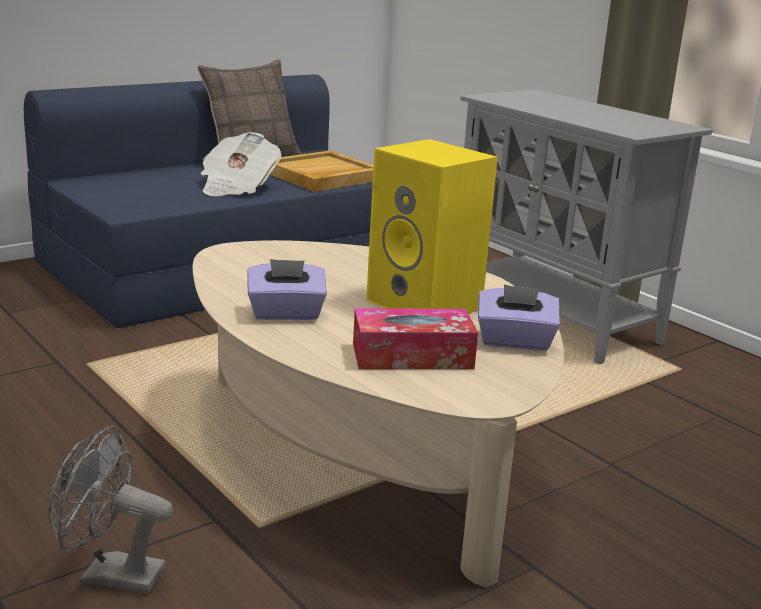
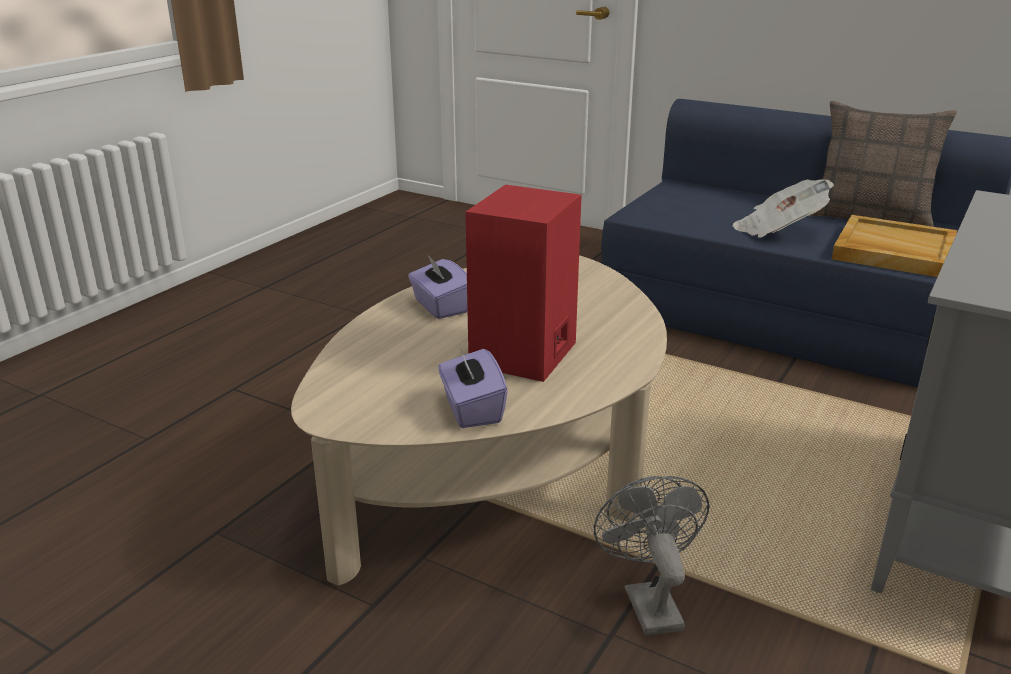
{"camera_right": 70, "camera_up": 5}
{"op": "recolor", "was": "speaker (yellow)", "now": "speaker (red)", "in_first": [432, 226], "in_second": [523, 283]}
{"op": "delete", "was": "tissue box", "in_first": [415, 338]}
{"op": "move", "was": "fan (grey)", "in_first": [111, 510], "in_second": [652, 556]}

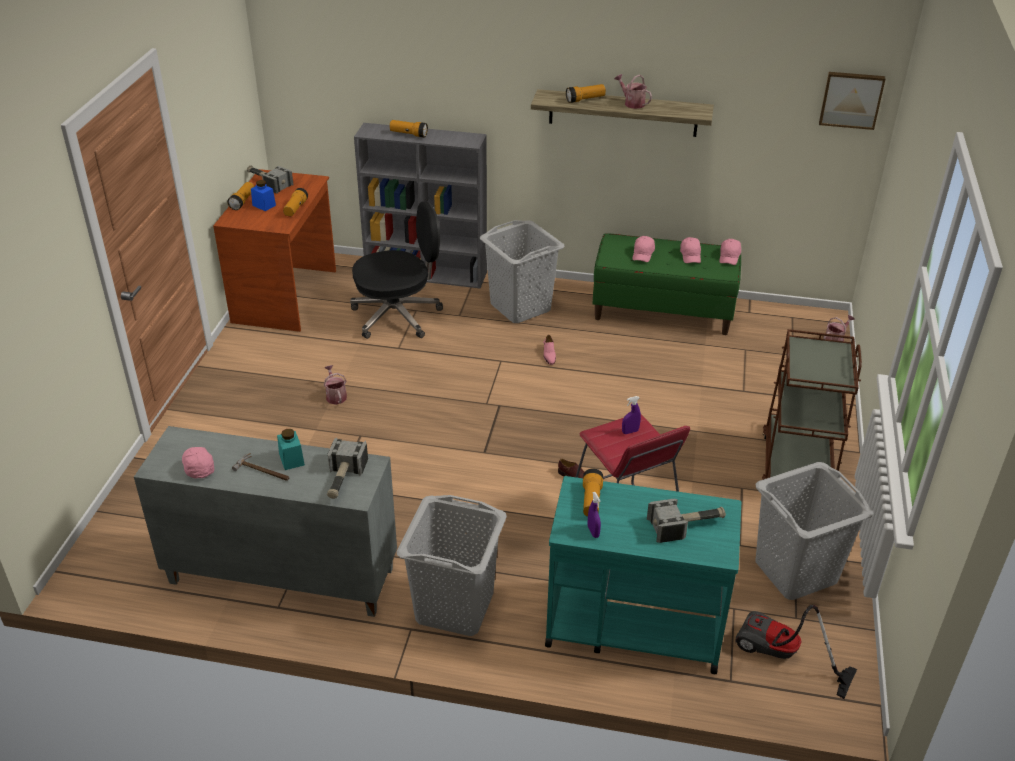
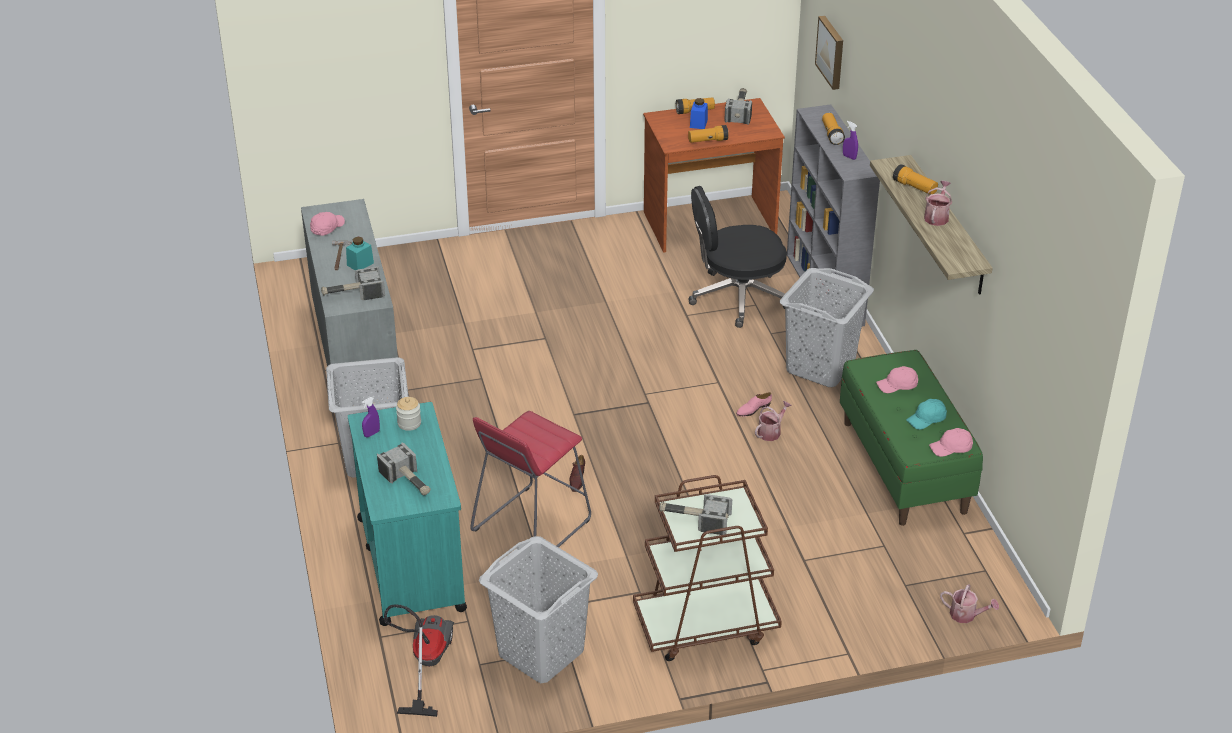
{"camera_right": 65, "camera_up": 0}
{"op": "move", "was": "picture", "in_first": [852, 101], "in_second": [829, 52]}
{"op": "rotate", "was": "office chair (black)", "in_first": [396, 270], "in_second": [738, 257], "clockwise": 120}
{"op": "recolor", "was": "cap (pink)", "now": "cap (turquoise)", "in_first": [690, 250], "in_second": [926, 414]}
{"op": "move", "was": "watering can", "in_first": [335, 385], "in_second": [773, 421]}
{"op": "move", "was": "spray bottle (purple)", "in_first": [631, 415], "in_second": [850, 140]}
{"op": "replace", "was": "flashlight", "now": "jar", "in_first": [593, 492], "in_second": [408, 414]}
{"op": "insert", "now": "hammer", "in_second": [695, 514]}

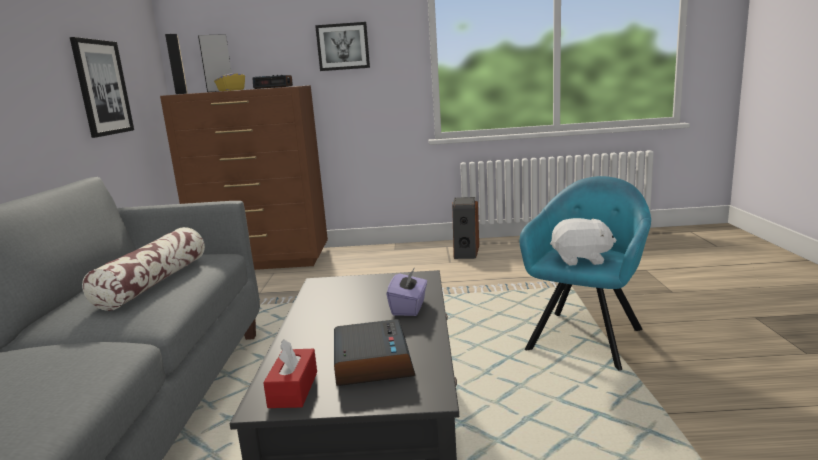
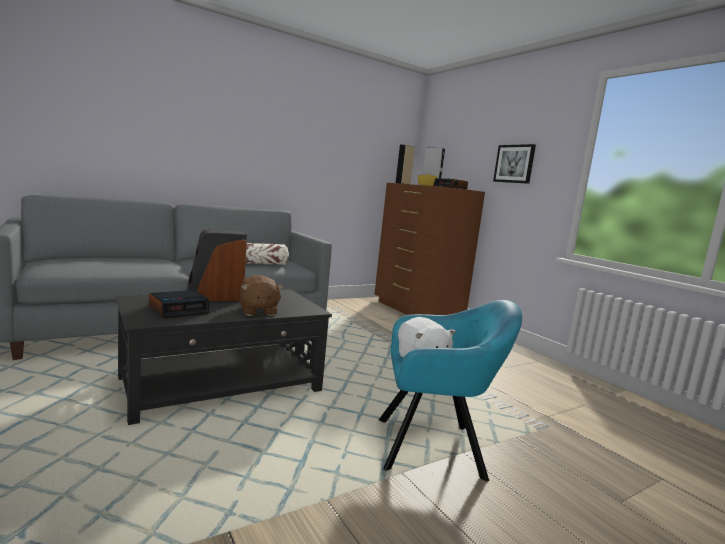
{"camera_right": 55, "camera_up": -5}
{"op": "delete", "was": "picture", "in_first": [102, 87]}
{"op": "move", "was": "speaker", "in_first": [465, 228], "in_second": [217, 265]}
{"op": "replace", "was": "tissue box (purple)", "now": "plush toy (brown)", "in_first": [406, 291], "in_second": [261, 295]}
{"op": "delete", "was": "tissue box (red)", "in_first": [290, 373]}

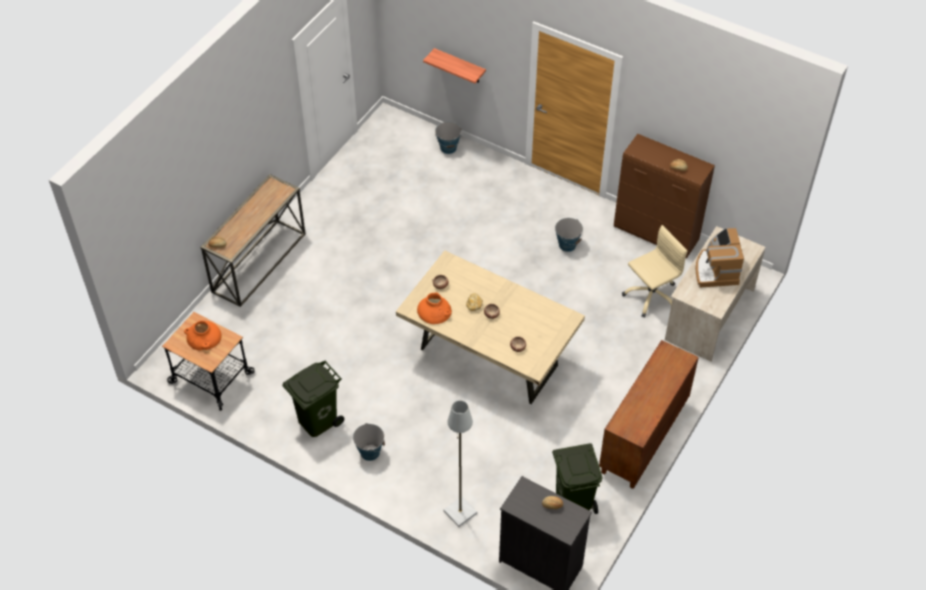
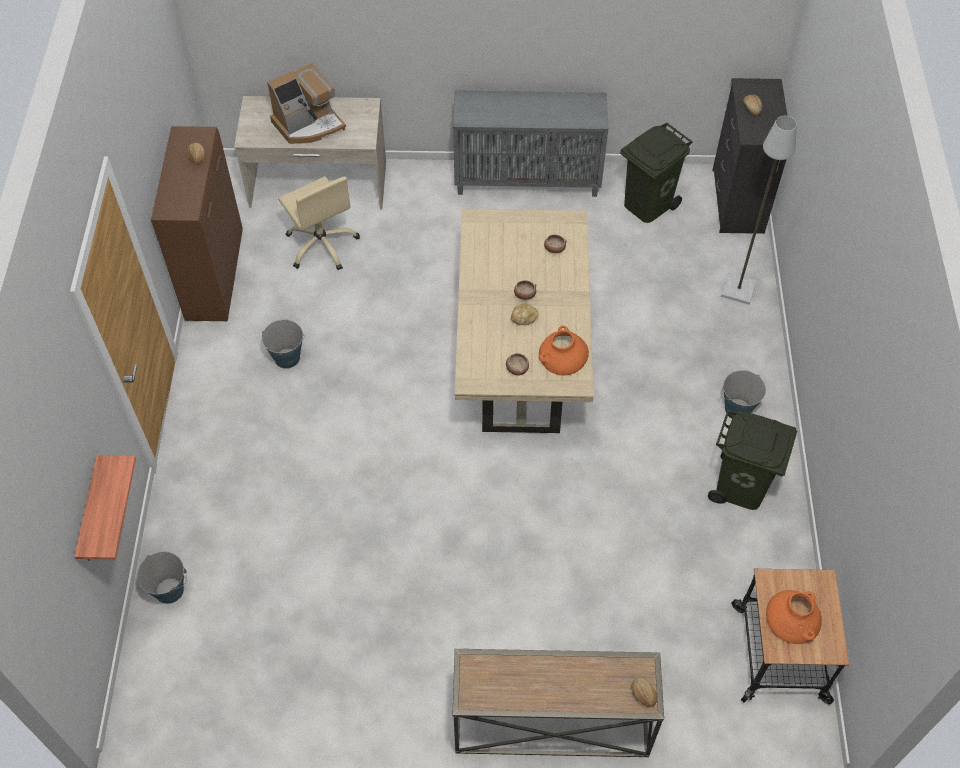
{"camera_right": -120, "camera_up": 5}
{"op": "rotate", "was": "office chair (beige)", "in_first": [655, 271], "in_second": [319, 223], "clockwise": -150}
{"op": "recolor", "was": "cabinet (brown)", "now": "cabinet (grey)", "in_first": [649, 414], "in_second": [530, 143]}

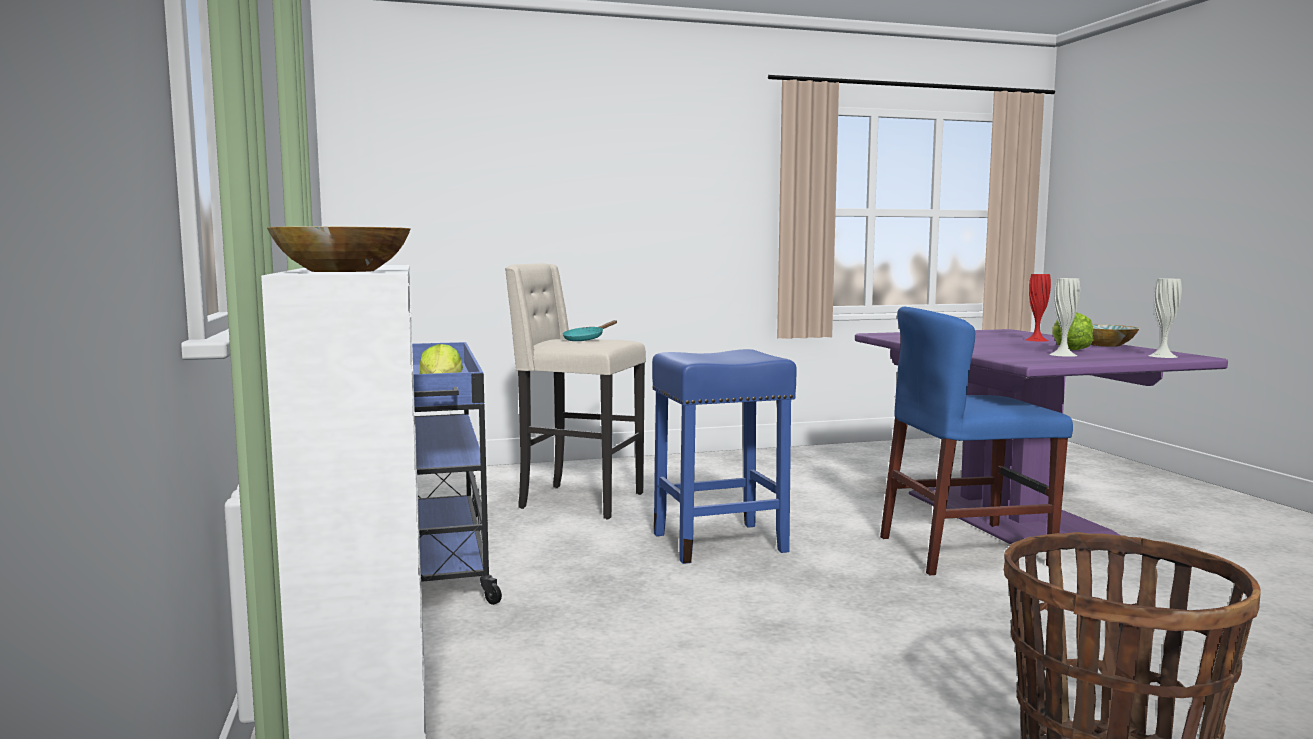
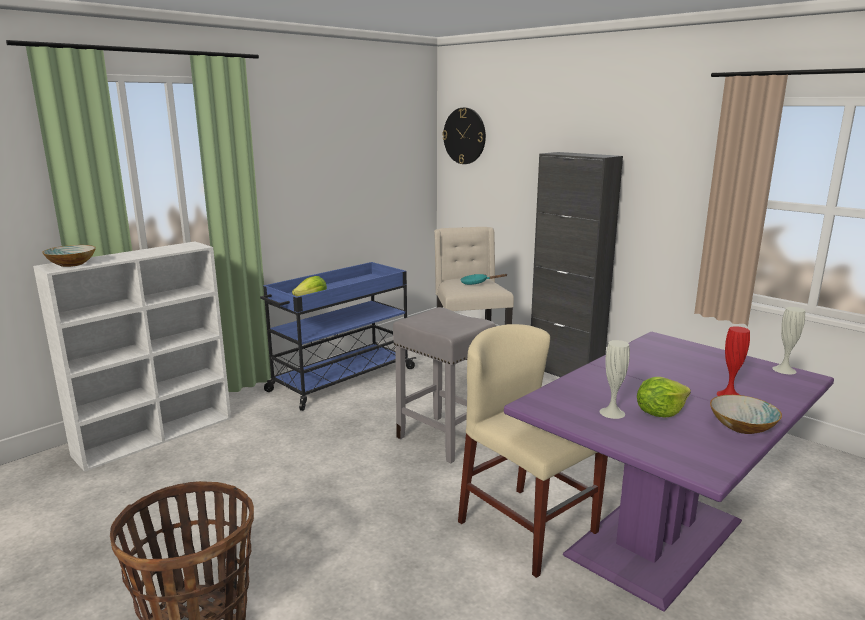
{"camera_right": 60, "camera_up": 10}
{"op": "move", "was": "vase (white)", "in_first": [1165, 318], "in_second": [788, 340]}
{"op": "recolor", "was": "chair (blue)", "now": "chair (beige)", "in_first": [976, 441], "in_second": [533, 451]}
{"op": "recolor", "was": "stool (blue)", "now": "stool (grey)", "in_first": [724, 456], "in_second": [444, 385]}
{"op": "insert", "now": "wall clock", "in_second": [464, 136]}
{"op": "insert", "now": "cabinet (black)", "in_second": [577, 264]}

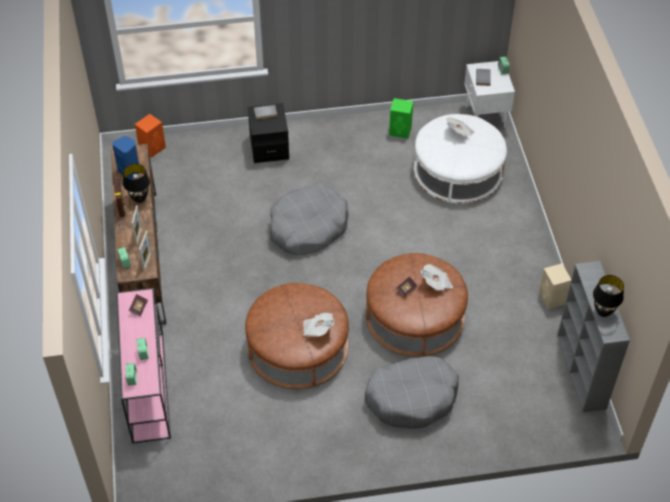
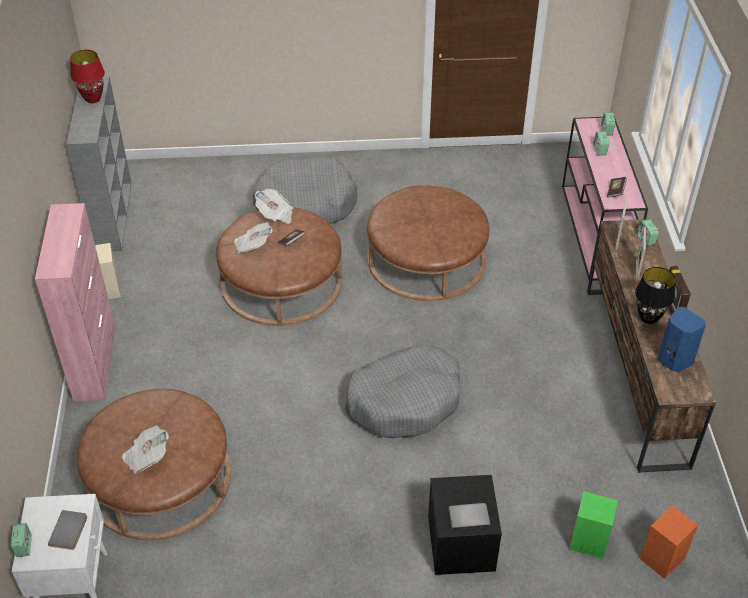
{"camera_right": -175, "camera_up": -5}
{"op": "move", "was": "speaker (green)", "in_first": [401, 118], "in_second": [593, 525]}
{"op": "recolor", "was": "ottoman (white)", "now": "ottoman (brown)", "in_first": [460, 159], "in_second": [154, 464]}
{"op": "recolor", "was": "table lamp (black)", "now": "table lamp (red)", "in_first": [608, 296], "in_second": [87, 76]}
{"op": "move", "was": "newspaper", "in_first": [318, 324], "in_second": [274, 206]}
{"op": "insert", "now": "cabinet (pink)", "in_second": [75, 302]}

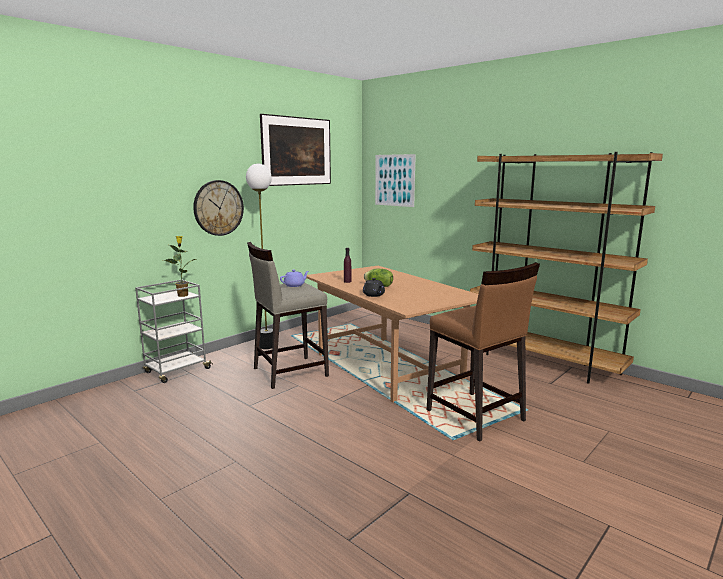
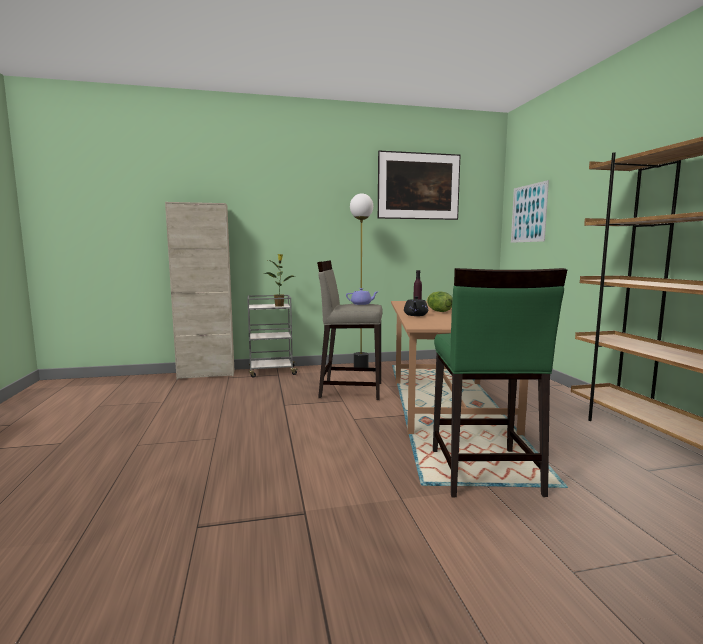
{"camera_right": 35, "camera_up": -5}
{"op": "delete", "was": "wall clock", "in_first": [218, 208]}
{"op": "recolor", "was": "stool (brown)", "now": "stool (green)", "in_first": [483, 352], "in_second": [500, 382]}
{"op": "insert", "now": "cabinet (beige)", "in_second": [199, 290]}

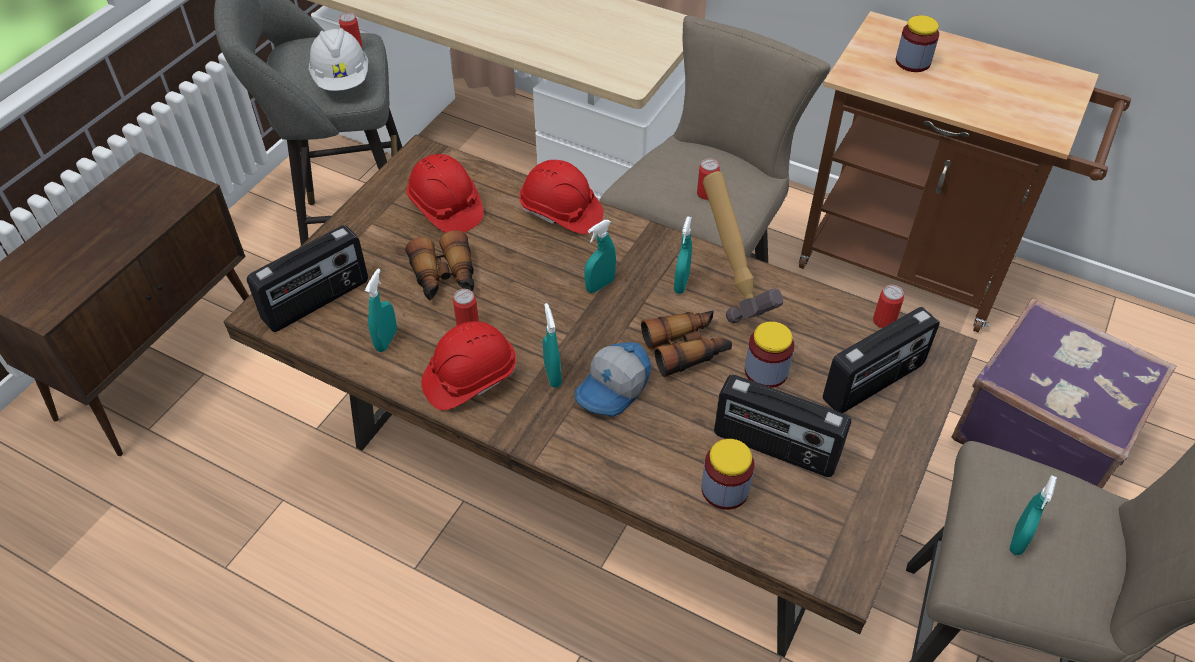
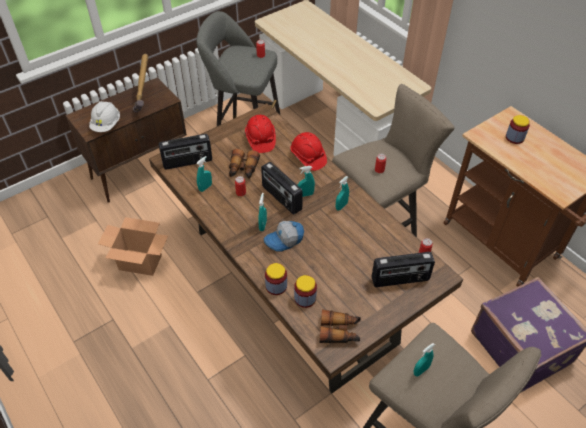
{"camera_right": 25, "camera_up": 0}
{"op": "move", "was": "hard hat (white)", "in_first": [338, 59], "in_second": [104, 116]}
{"op": "move", "was": "hammer", "in_first": [743, 247], "in_second": [141, 83]}
{"op": "move", "was": "binoculars", "in_first": [686, 344], "in_second": [340, 326]}
{"op": "delete", "was": "hard hat (red)", "in_first": [468, 365]}
{"op": "move", "was": "jar", "in_first": [770, 354], "in_second": [276, 279]}
{"op": "move", "was": "radio", "in_first": [782, 425], "in_second": [282, 188]}
{"op": "insert", "now": "cardboard box", "in_second": [133, 246]}

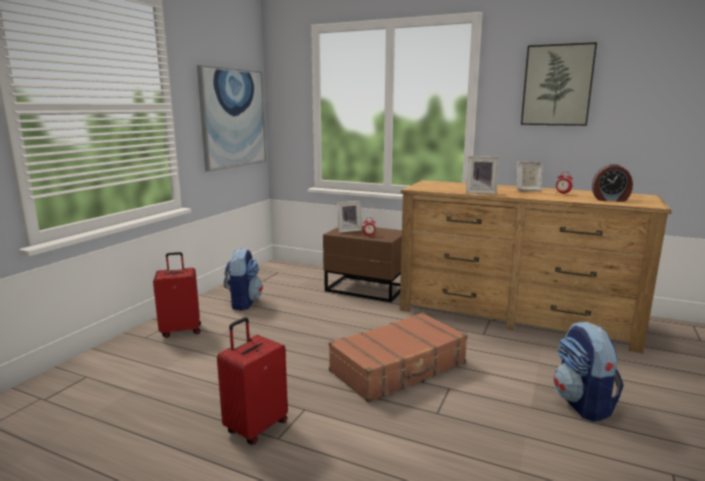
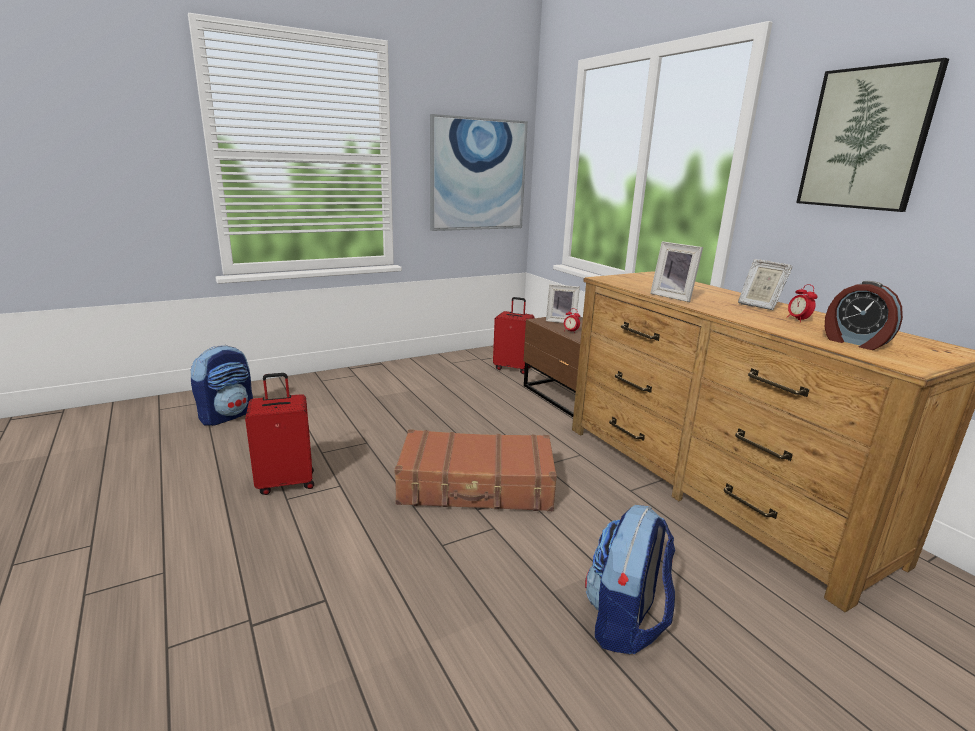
{"camera_right": 35, "camera_up": 5}
{"op": "move", "was": "backpack", "in_first": [243, 279], "in_second": [222, 385]}
{"op": "move", "was": "suitcase (red)", "in_first": [177, 295], "in_second": [513, 335]}

